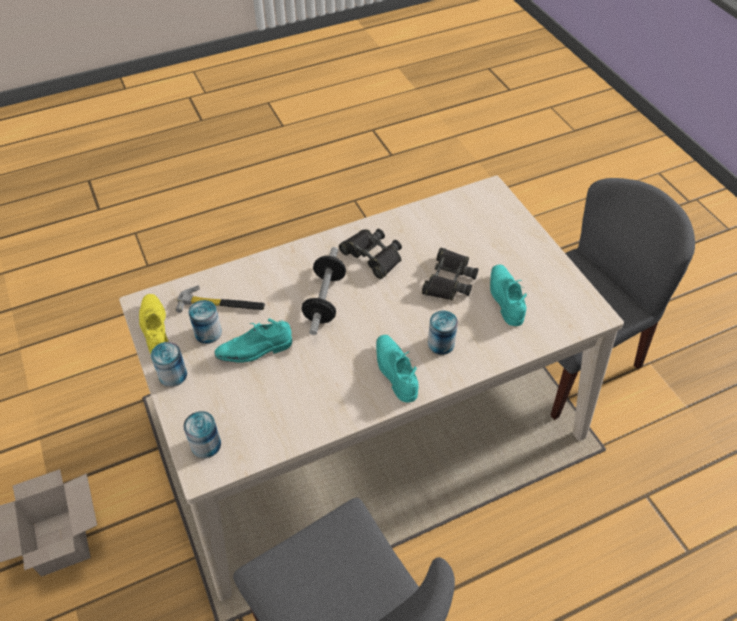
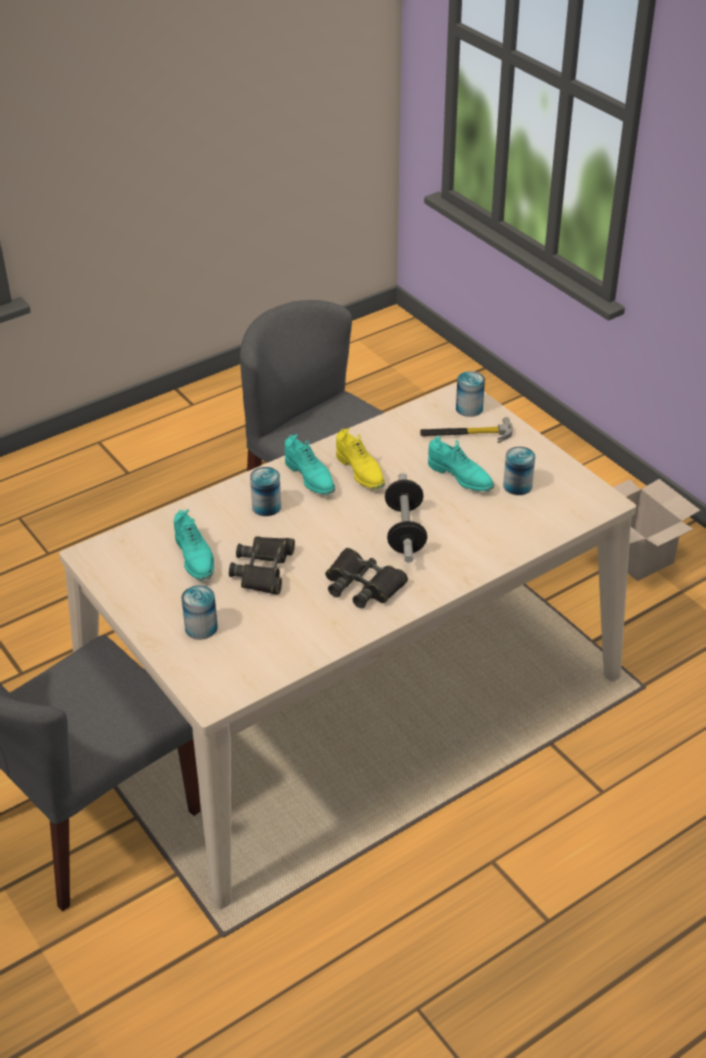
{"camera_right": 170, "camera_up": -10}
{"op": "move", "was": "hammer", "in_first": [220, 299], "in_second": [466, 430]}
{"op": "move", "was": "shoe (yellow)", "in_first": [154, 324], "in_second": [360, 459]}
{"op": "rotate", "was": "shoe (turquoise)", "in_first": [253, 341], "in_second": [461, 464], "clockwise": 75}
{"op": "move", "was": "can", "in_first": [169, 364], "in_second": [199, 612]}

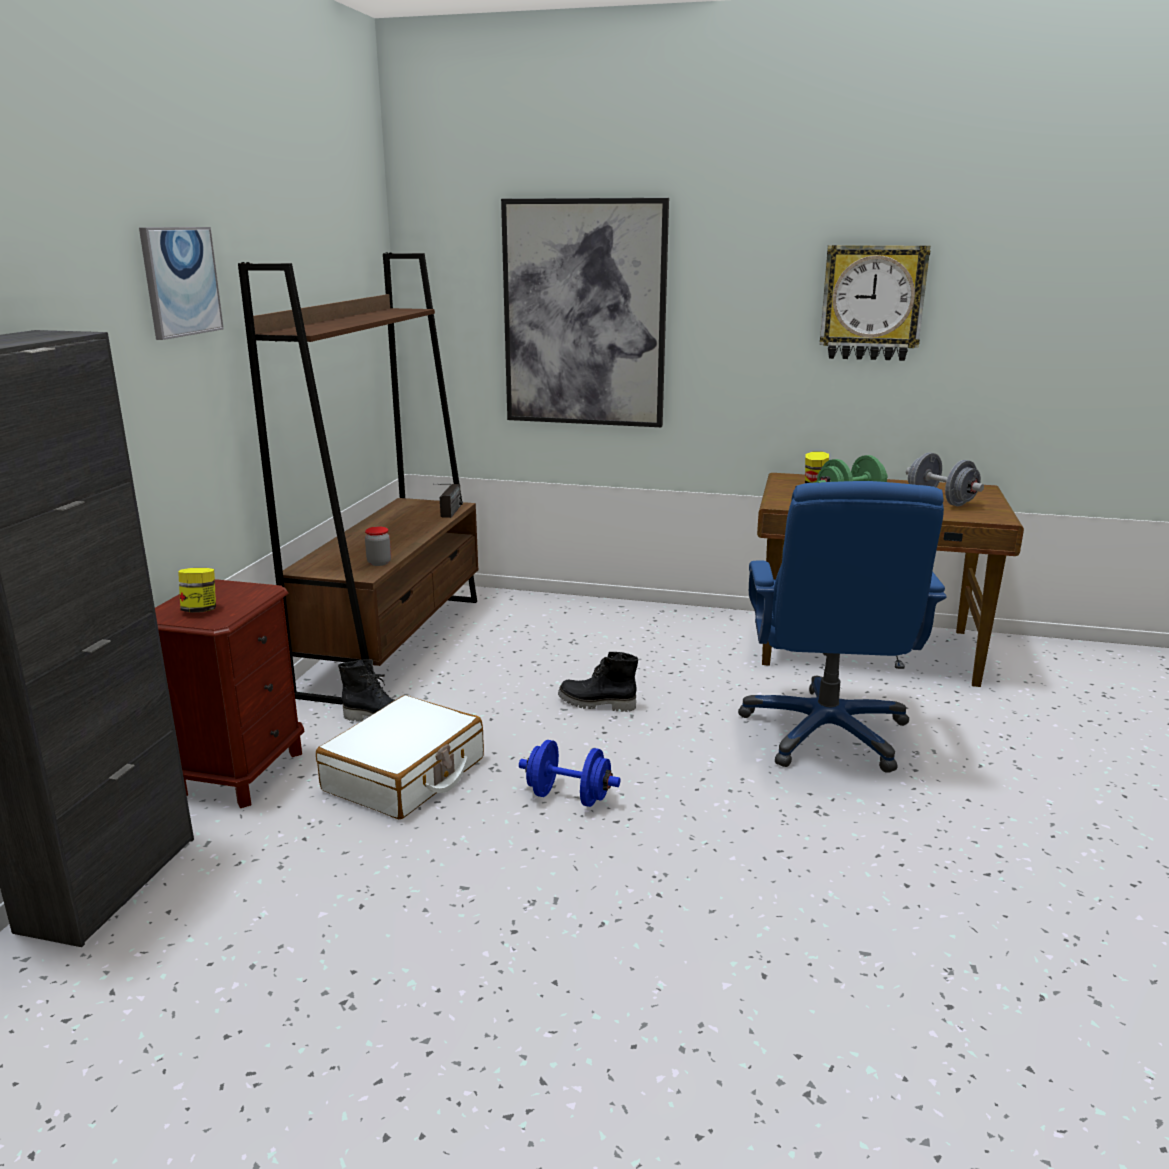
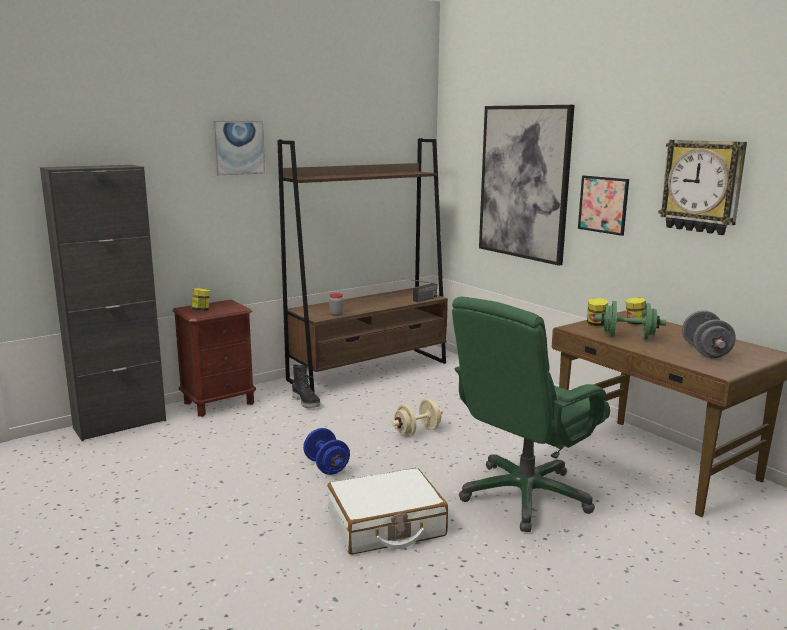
{"camera_right": 40, "camera_up": -5}
{"op": "recolor", "was": "office chair (blue)", "now": "office chair (green)", "in_first": [842, 627], "in_second": [531, 414]}
{"op": "replace", "was": "boot (black)", "now": "dumbbell (beige)", "in_first": [598, 682], "in_second": [417, 418]}
{"op": "move", "was": "suitcase (white)", "in_first": [400, 757], "in_second": [387, 511]}
{"op": "insert", "now": "picture", "in_second": [603, 205]}
{"op": "insert", "now": "jar", "in_second": [597, 312]}

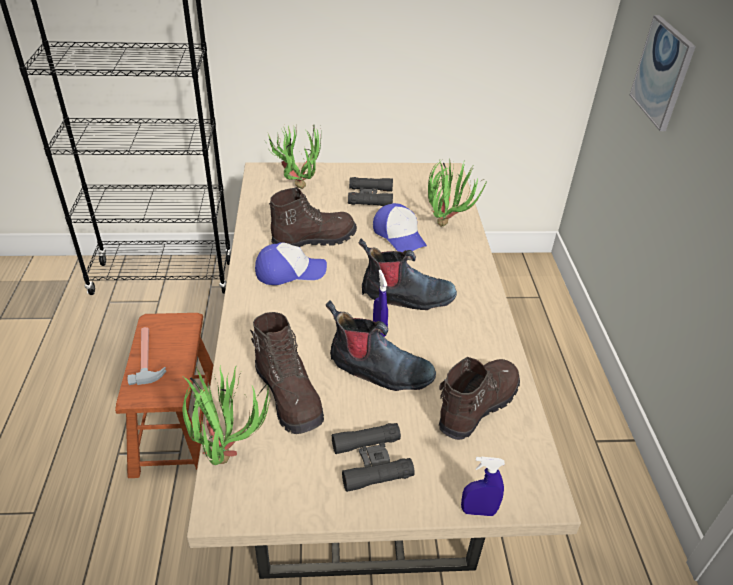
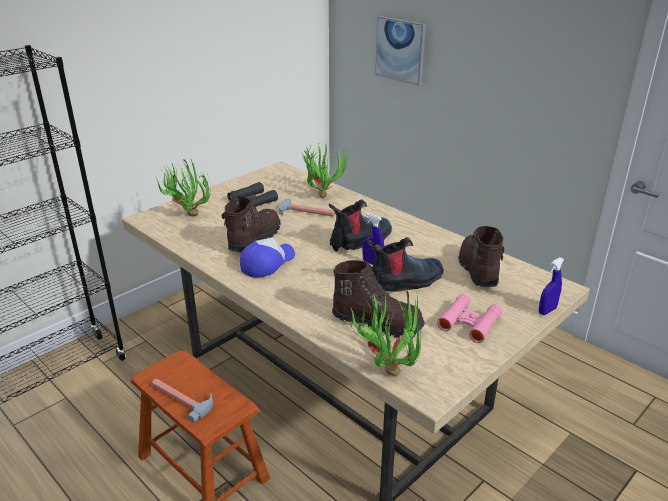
{"camera_right": -40, "camera_up": -10}
{"op": "replace", "was": "cap", "now": "hammer", "in_first": [400, 227], "in_second": [306, 207]}
{"op": "recolor", "was": "binoculars (black)", "now": "binoculars (pink)", "in_first": [373, 457], "in_second": [469, 318]}

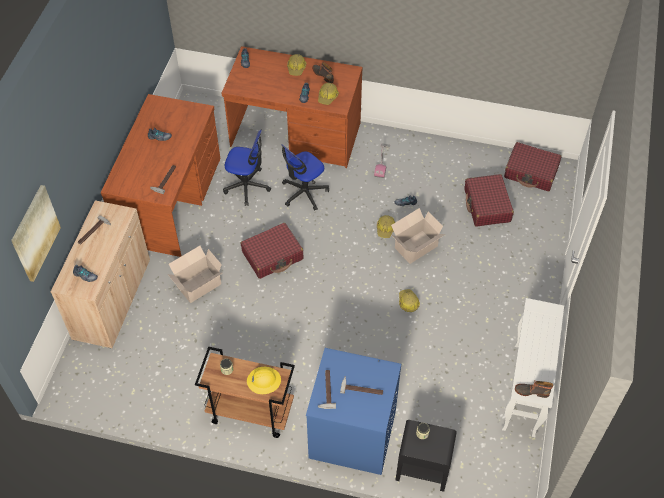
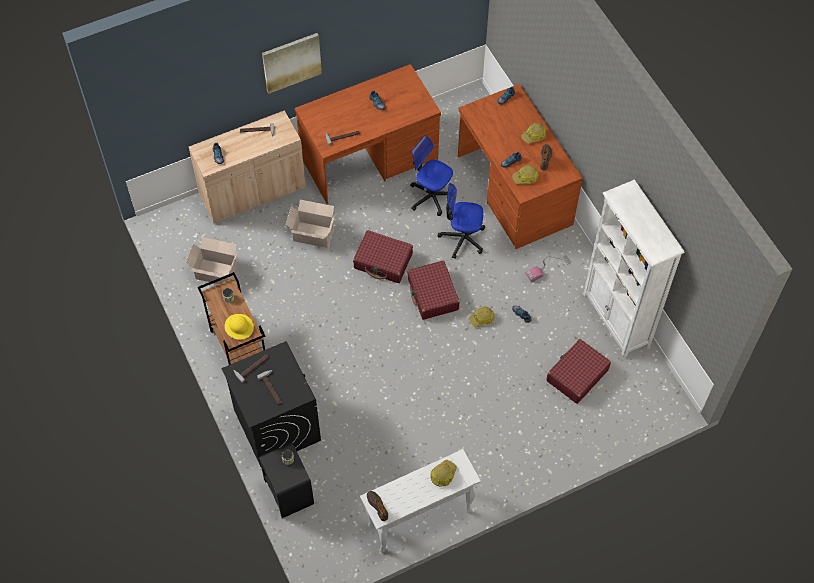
{"camera_right": 50, "camera_up": 5}
{"op": "rotate", "was": "office chair", "in_first": [247, 168], "in_second": [431, 176], "clockwise": 150}
{"op": "move", "was": "suitcase (red)", "in_first": [533, 166], "in_second": [433, 290]}
{"op": "move", "was": "picture", "in_first": [36, 233], "in_second": [292, 63]}
{"op": "move", "was": "cardboard box", "in_first": [418, 236], "in_second": [212, 260]}
{"op": "move", "was": "hard hat", "in_first": [409, 300], "in_second": [443, 473]}
{"op": "recolor", "was": "washing machine (blue)", "now": "washing machine (black)", "in_first": [353, 411], "in_second": [271, 404]}
{"op": "insert", "now": "bookcase (white)", "in_second": [634, 269]}

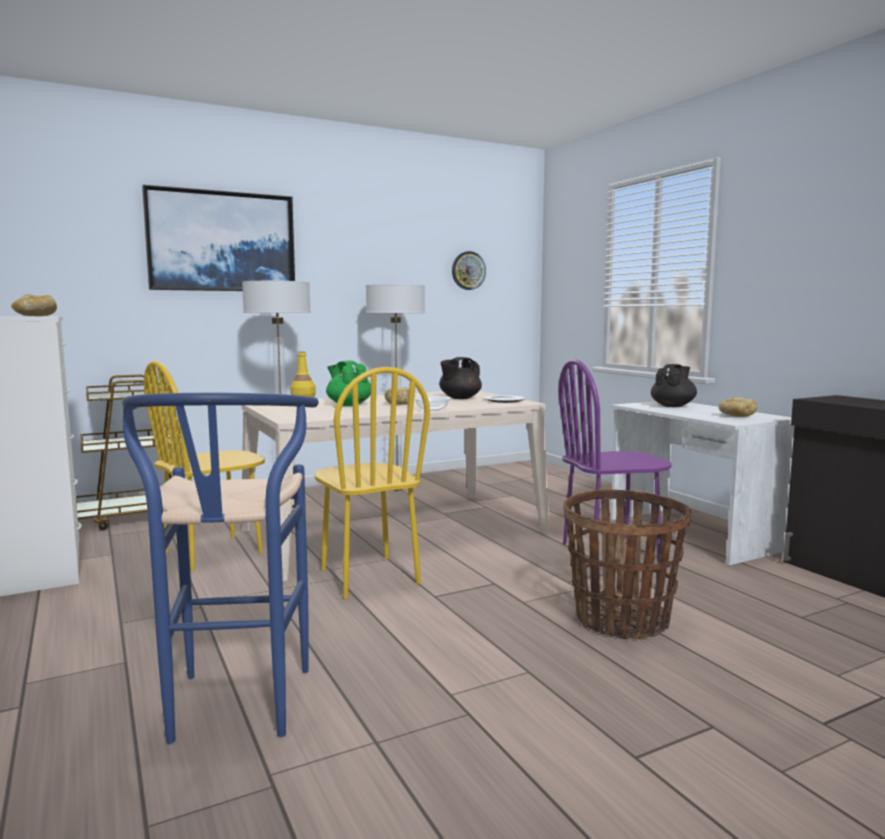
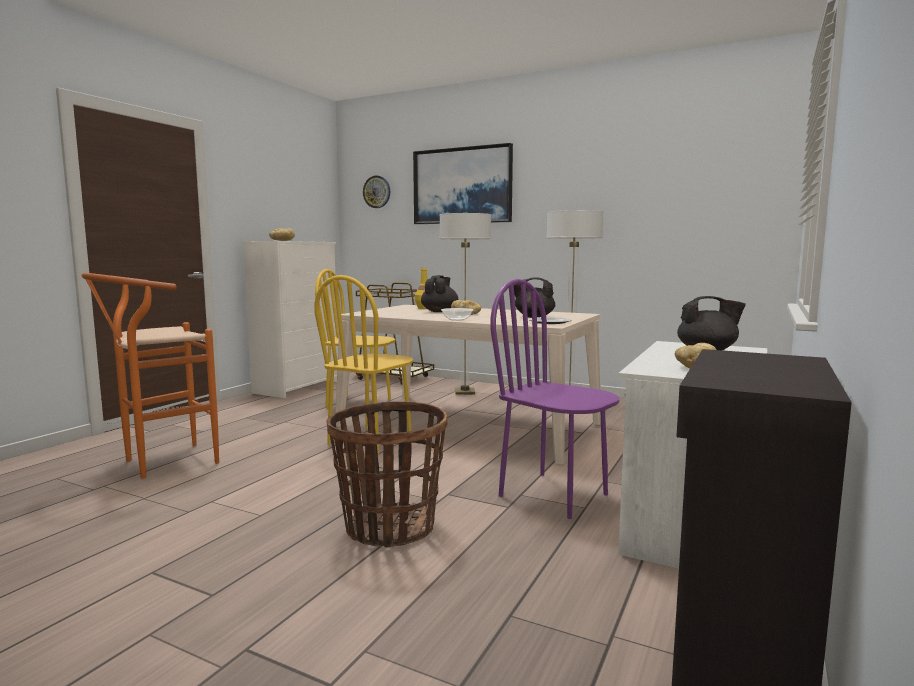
{"camera_right": 55, "camera_up": 0}
{"op": "move", "was": "wall clock", "in_first": [469, 270], "in_second": [376, 191]}
{"op": "recolor", "was": "teapot (green)", "now": "teapot (black)", "in_first": [348, 383], "in_second": [439, 293]}
{"op": "recolor", "was": "stool (blue)", "now": "stool (orange)", "in_first": [220, 568], "in_second": [150, 376]}

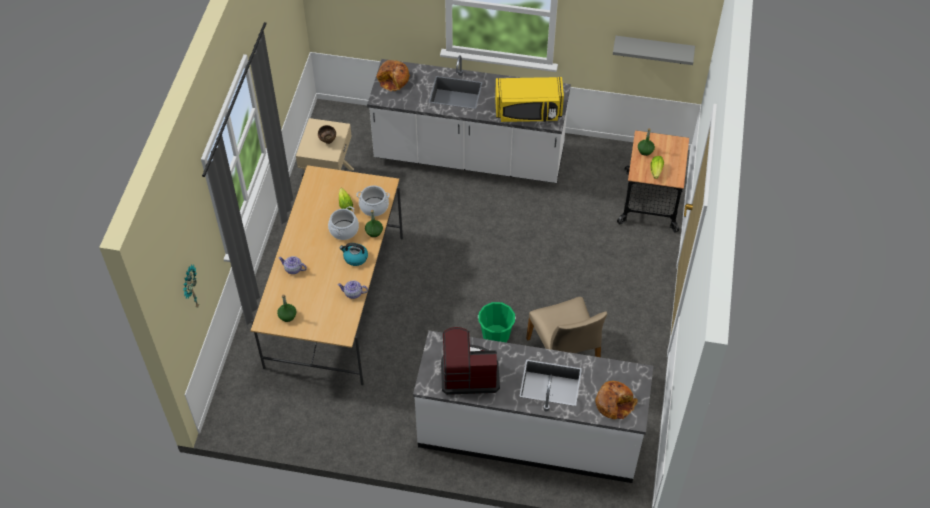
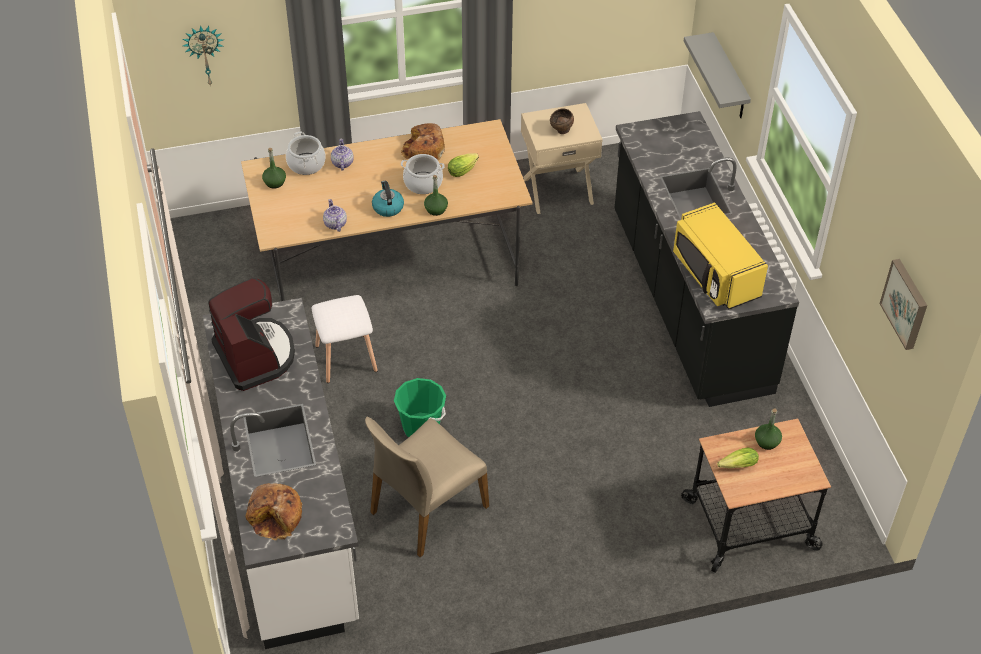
{"camera_right": 65, "camera_up": -5}
{"op": "move", "was": "shelf (grey)", "in_first": [654, 50], "in_second": [717, 75]}
{"op": "recolor", "was": "counter (white)", "now": "counter (black)", "in_first": [469, 119], "in_second": [707, 259]}
{"op": "move", "was": "bread", "in_first": [393, 75], "in_second": [423, 141]}
{"op": "move", "was": "cooking pot", "in_first": [373, 201], "in_second": [306, 153]}
{"op": "insert", "now": "picture", "in_second": [903, 304]}
{"op": "insert", "now": "stool (white)", "in_second": [344, 339]}

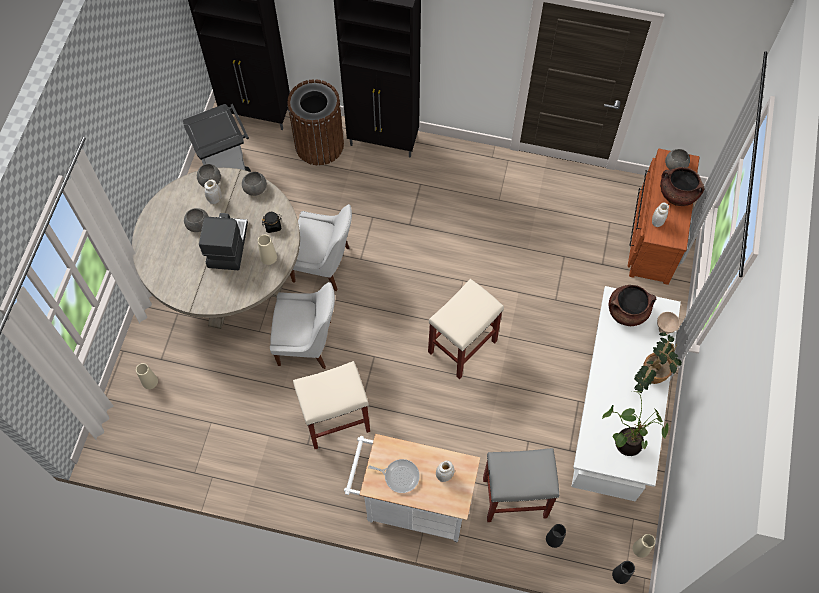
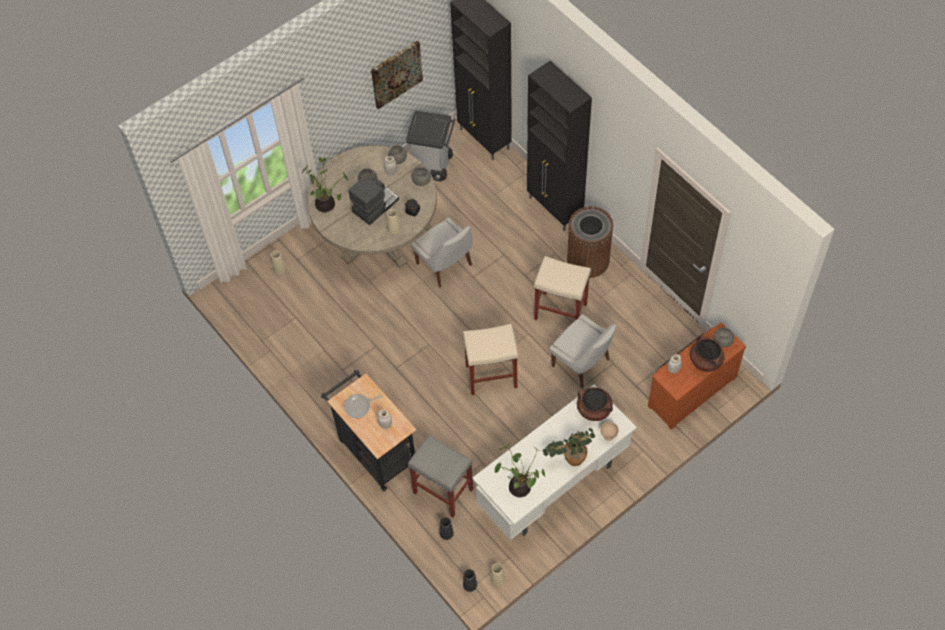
{"camera_right": 40, "camera_up": -5}
{"op": "move", "was": "trash can (brown)", "in_first": [315, 122], "in_second": [590, 242]}
{"op": "move", "was": "chair (white)", "in_first": [302, 325], "in_second": [583, 351]}
{"op": "move", "was": "stool (beige)", "in_first": [331, 405], "in_second": [562, 288]}
{"op": "recolor", "was": "cart (white)", "now": "cart (black)", "in_first": [412, 488], "in_second": [368, 430]}
{"op": "rotate", "was": "frying pan", "in_first": [394, 476], "in_second": [363, 406], "clockwise": 105}
{"op": "insert", "now": "picture", "in_second": [397, 74]}
{"op": "insert", "now": "potted plant", "in_second": [324, 184]}

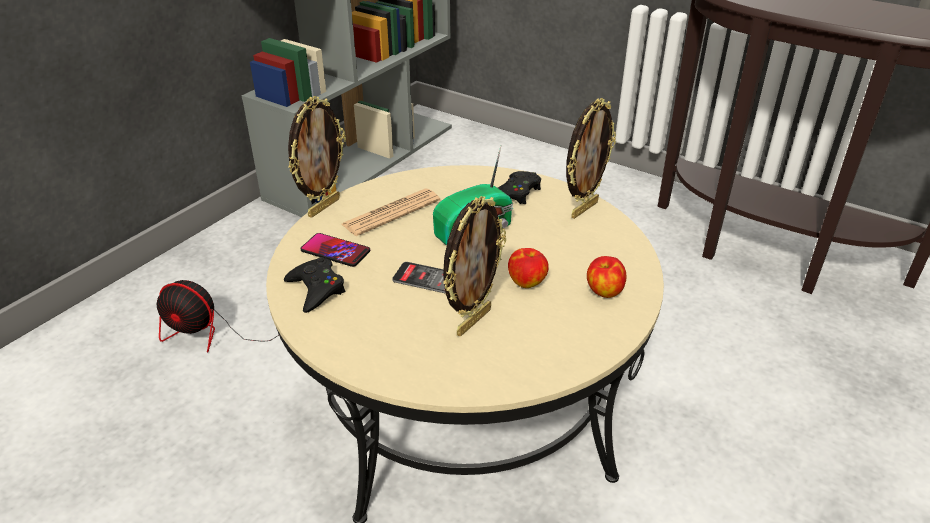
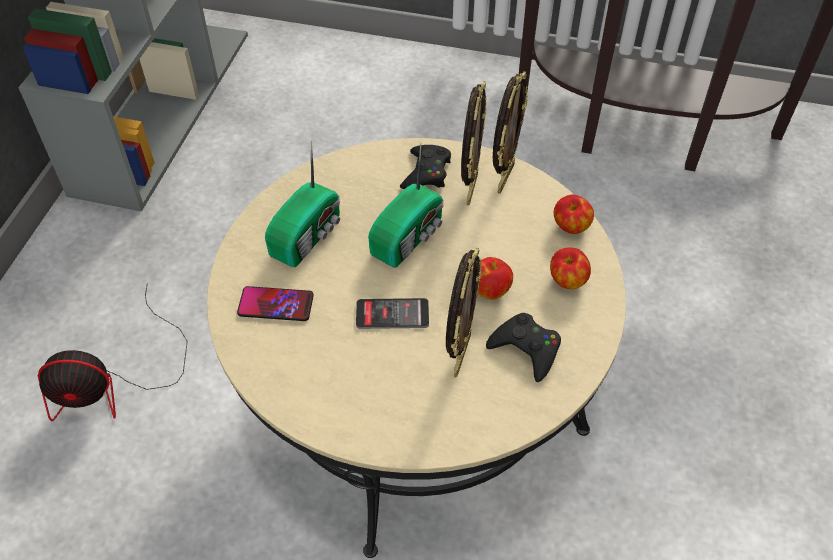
{"camera_right": -20, "camera_up": 15}
{"op": "move", "was": "picture frame", "in_first": [317, 157], "in_second": [473, 143]}
{"op": "replace", "was": "newspaper", "now": "radio", "in_first": [390, 212], "in_second": [302, 204]}
{"op": "move", "was": "game controller (black)", "in_first": [314, 285], "in_second": [523, 347]}
{"op": "insert", "now": "apple", "in_second": [574, 214]}

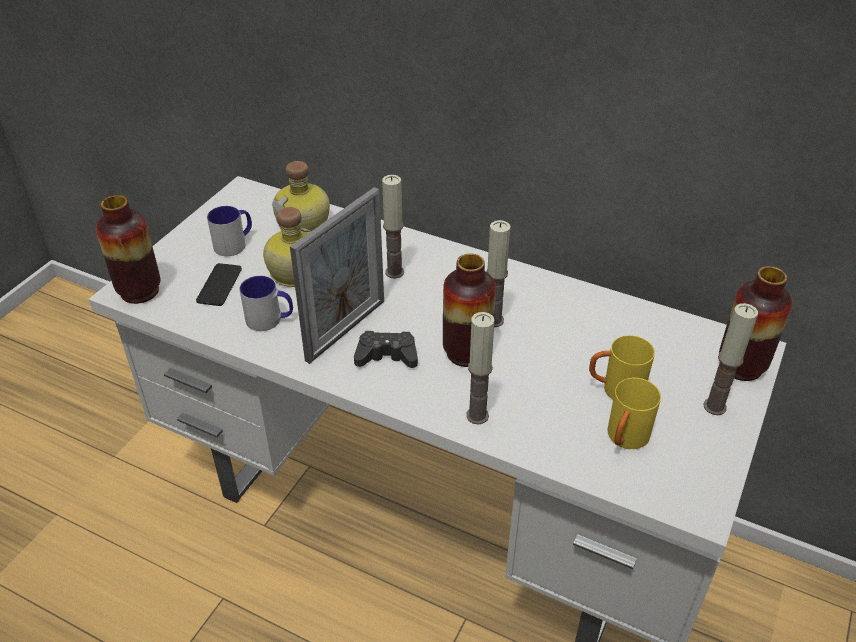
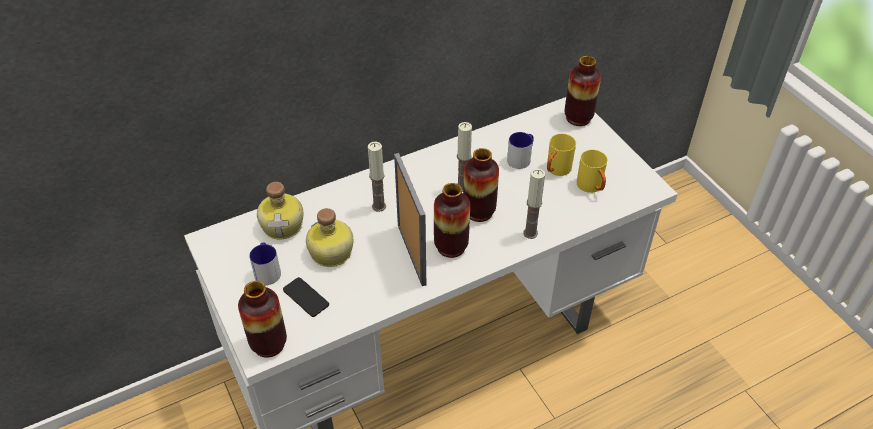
{"camera_right": -55, "camera_up": 5}
{"op": "move", "was": "mug", "in_first": [266, 303], "in_second": [520, 150]}
{"op": "delete", "was": "candle", "in_first": [730, 359]}
{"op": "replace", "was": "game controller (black)", "now": "vase", "in_first": [386, 349], "in_second": [452, 220]}

